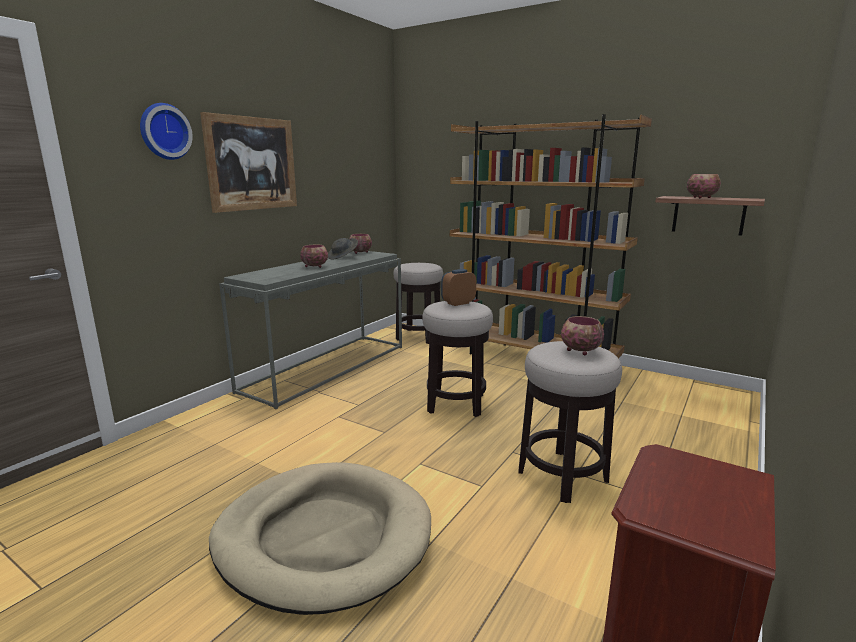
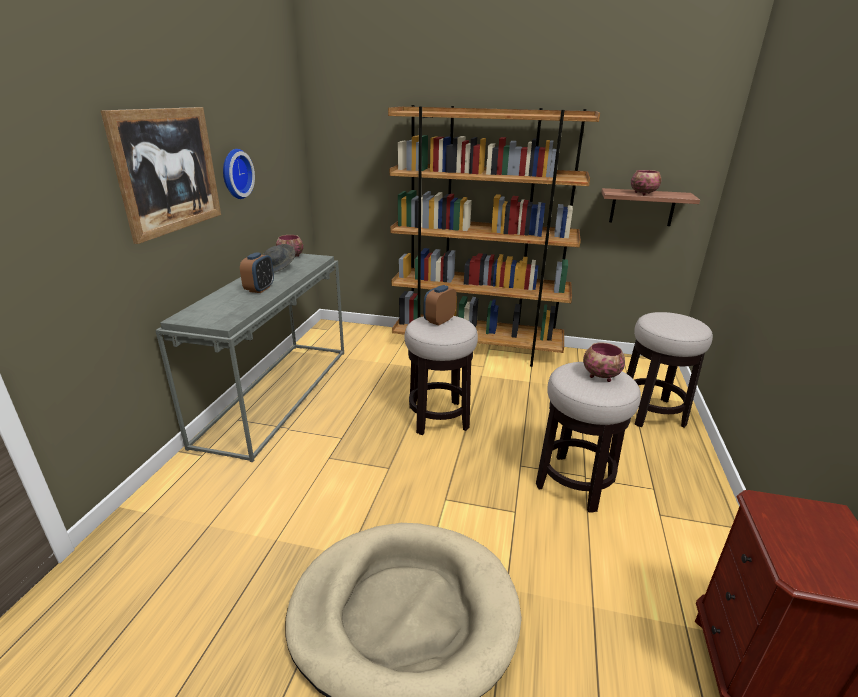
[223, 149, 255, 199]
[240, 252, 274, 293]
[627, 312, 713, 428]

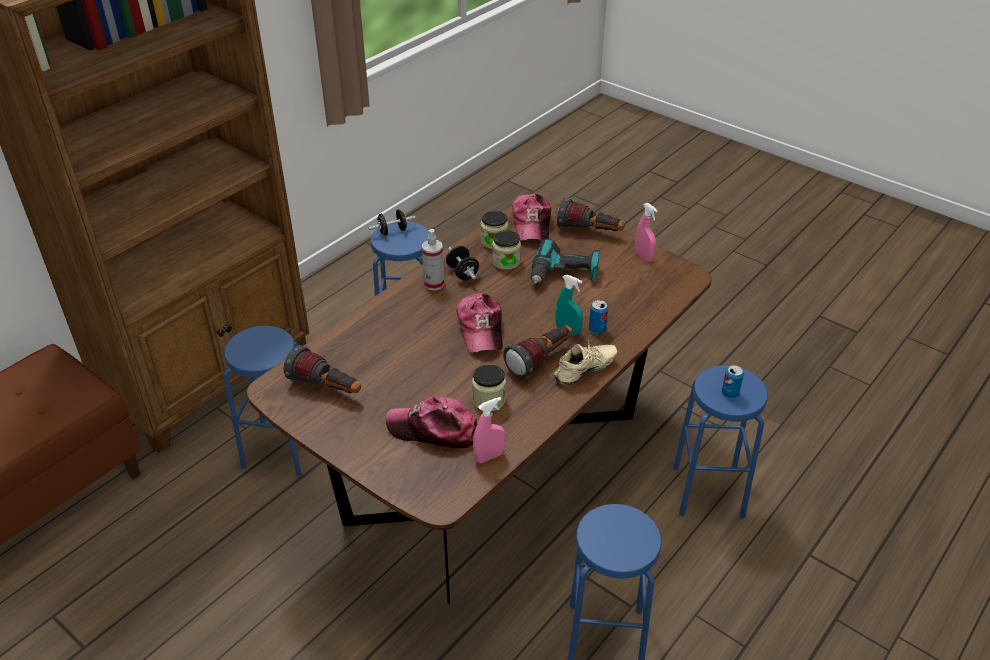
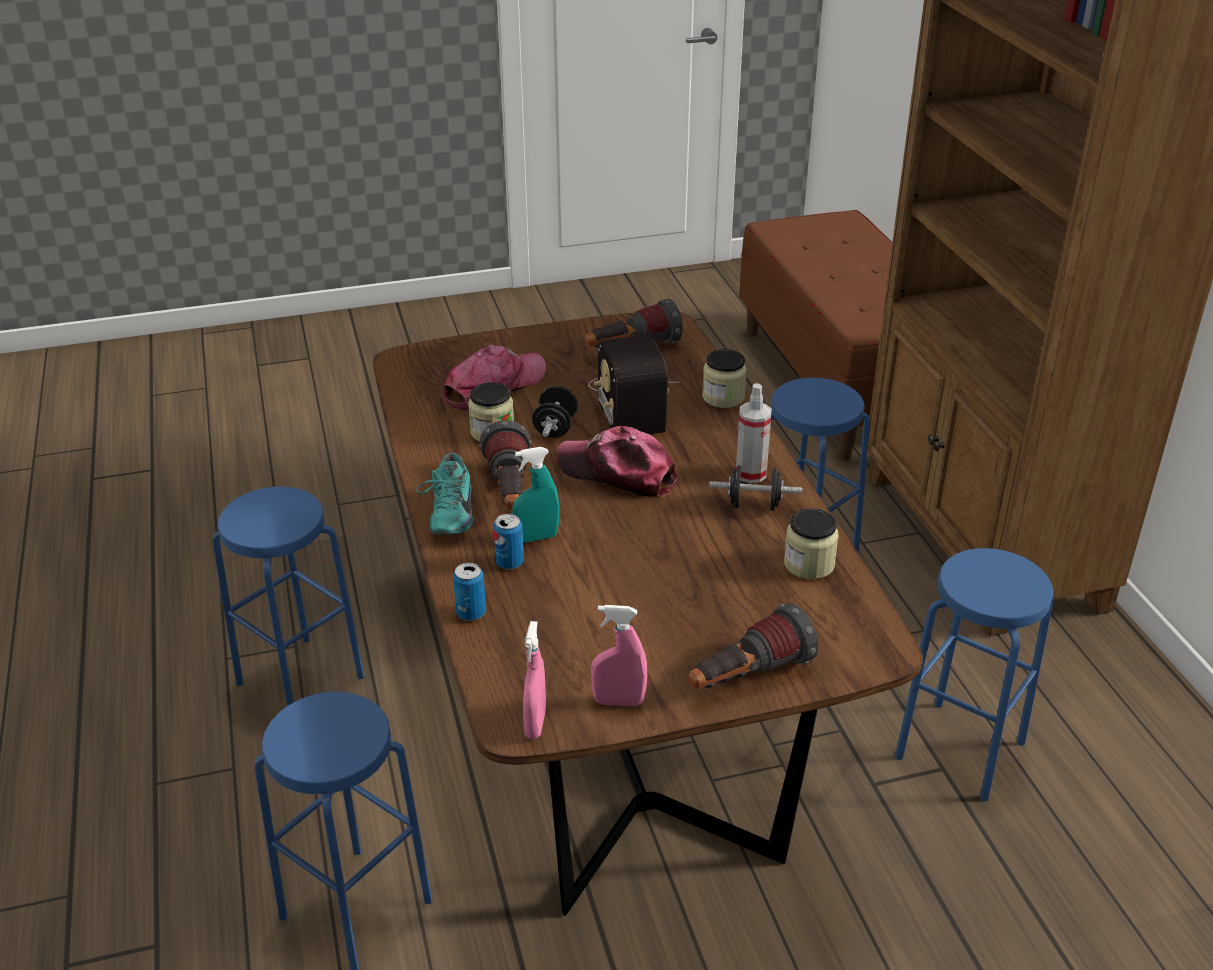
[416, 453, 474, 535]
[453, 563, 486, 621]
[523, 621, 546, 739]
[532, 386, 578, 438]
[588, 335, 680, 434]
[702, 349, 747, 408]
[512, 194, 551, 241] (first image)
[530, 239, 599, 284] (first image)

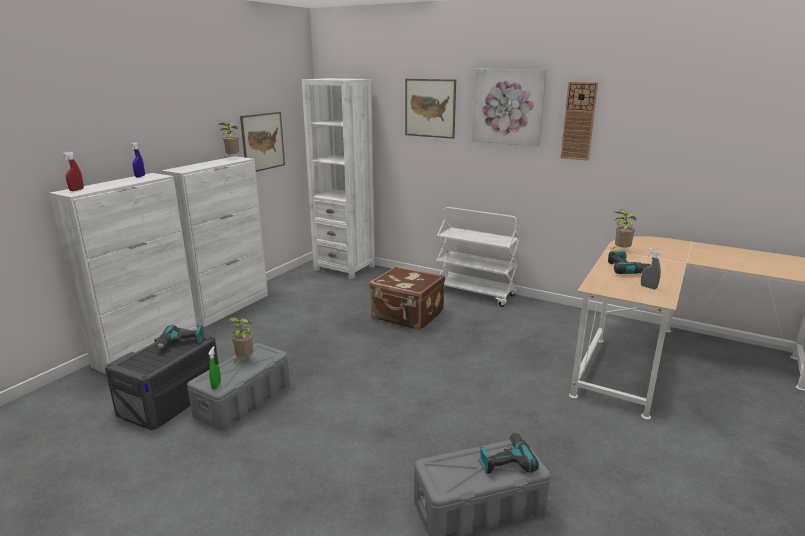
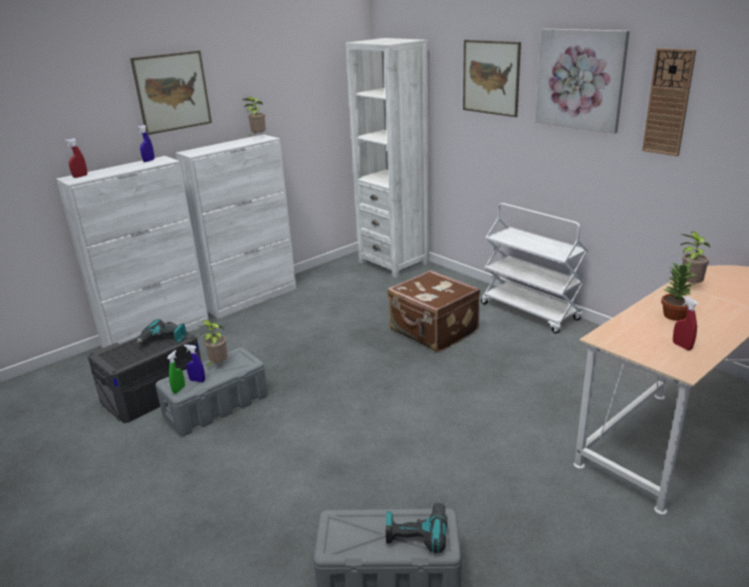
[130, 51, 212, 135]
[184, 345, 205, 382]
[661, 262, 697, 321]
[673, 296, 698, 350]

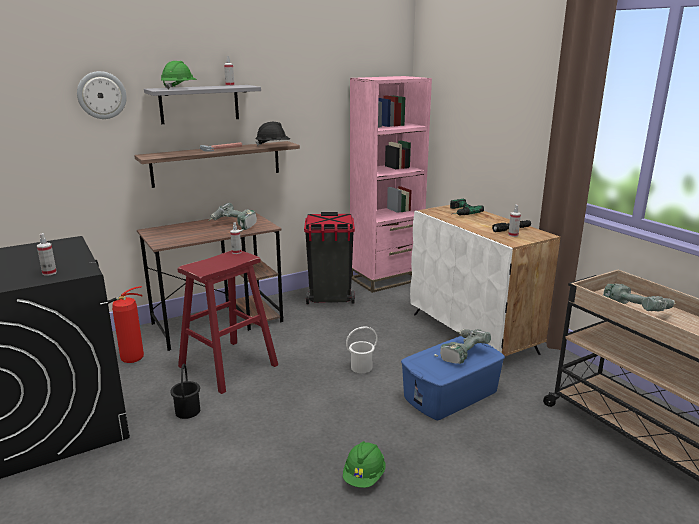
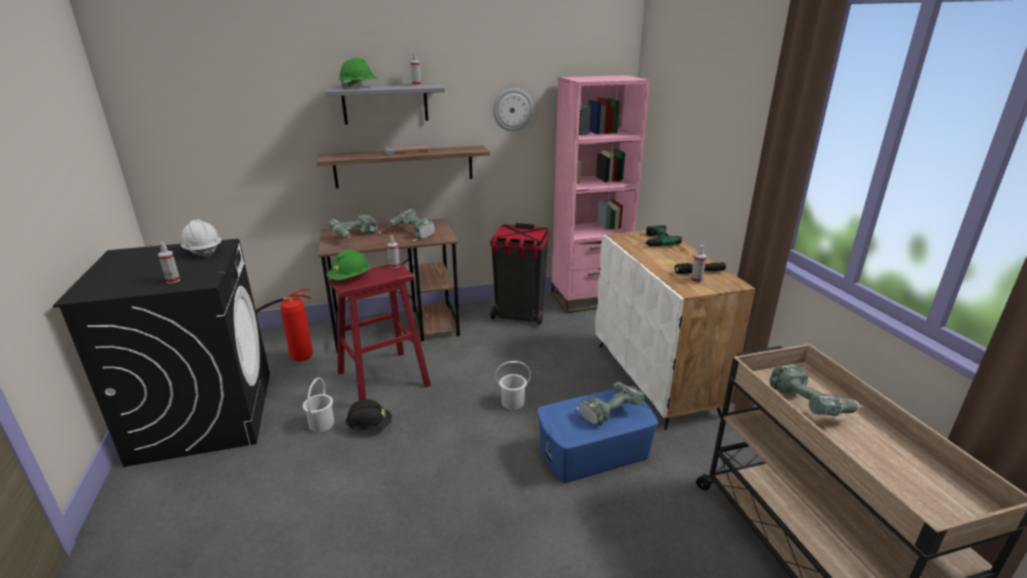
[181, 220, 221, 258]
[303, 377, 334, 432]
[326, 249, 369, 280]
[328, 214, 382, 239]
[345, 399, 392, 431]
[493, 88, 533, 131]

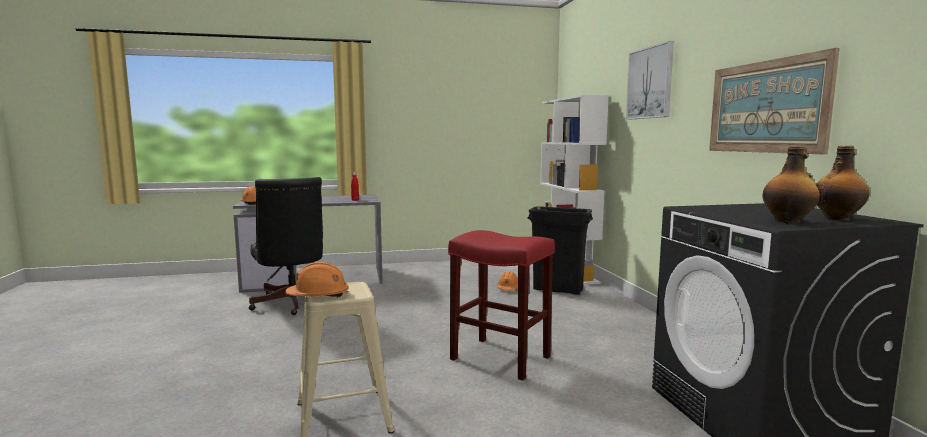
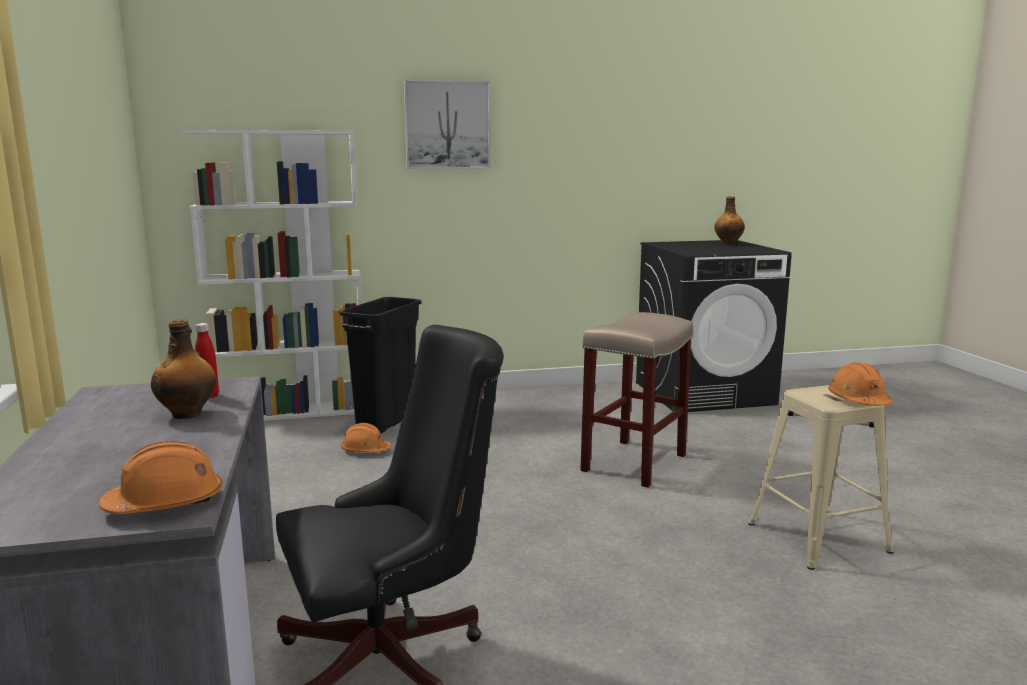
[151, 319, 216, 419]
[581, 312, 693, 488]
[709, 48, 840, 155] (first image)

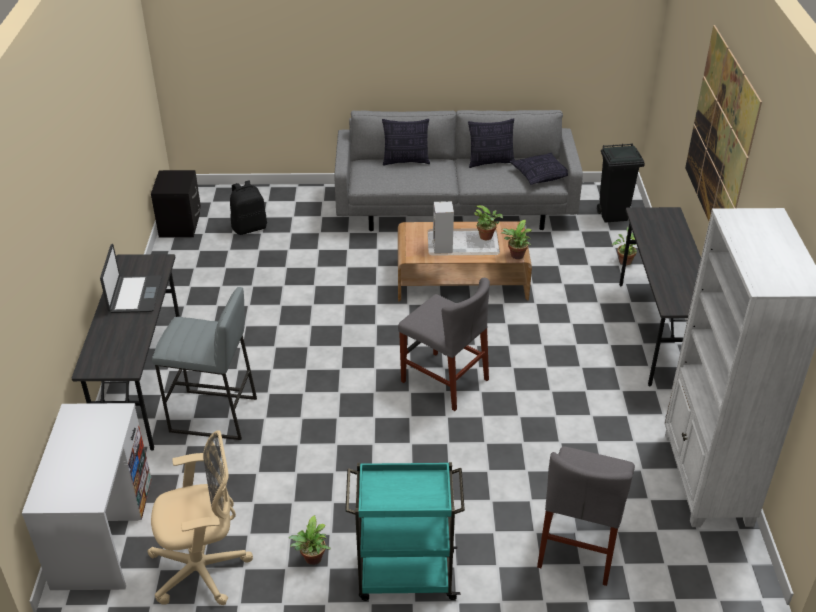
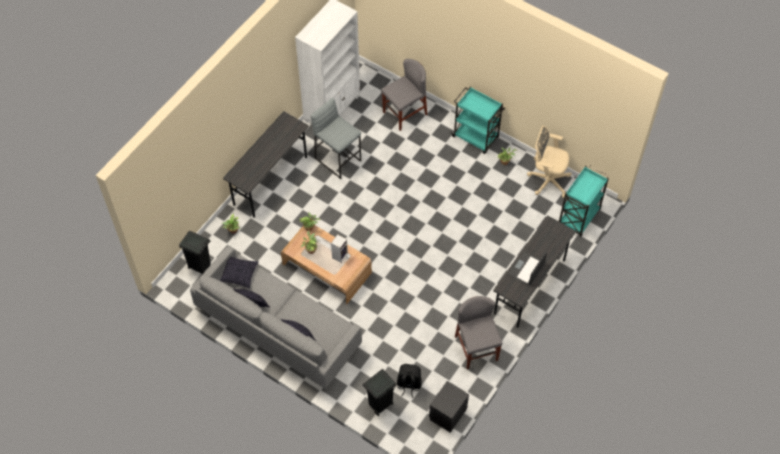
[311, 98, 361, 179]
[363, 369, 396, 416]
[455, 296, 502, 369]
[559, 165, 609, 237]
[685, 25, 762, 221] (first image)

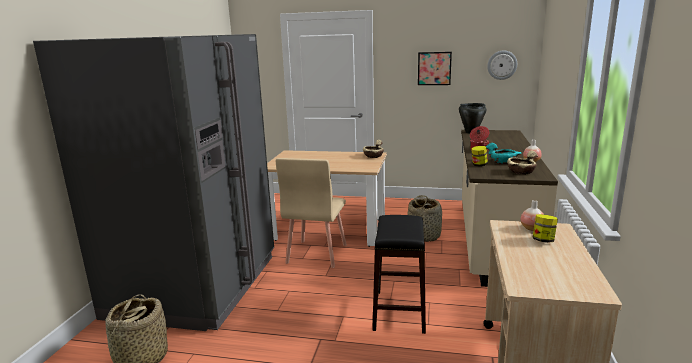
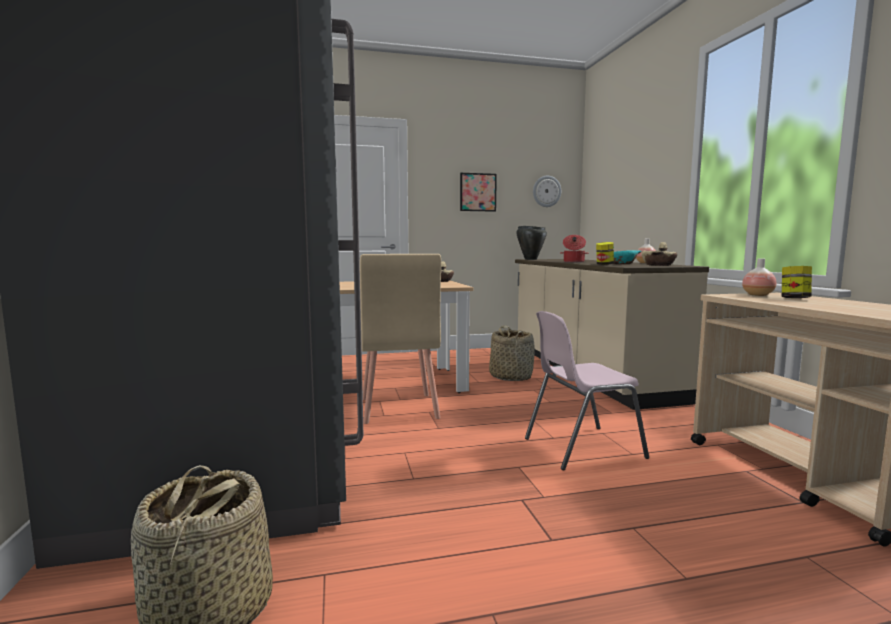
[525, 311, 649, 471]

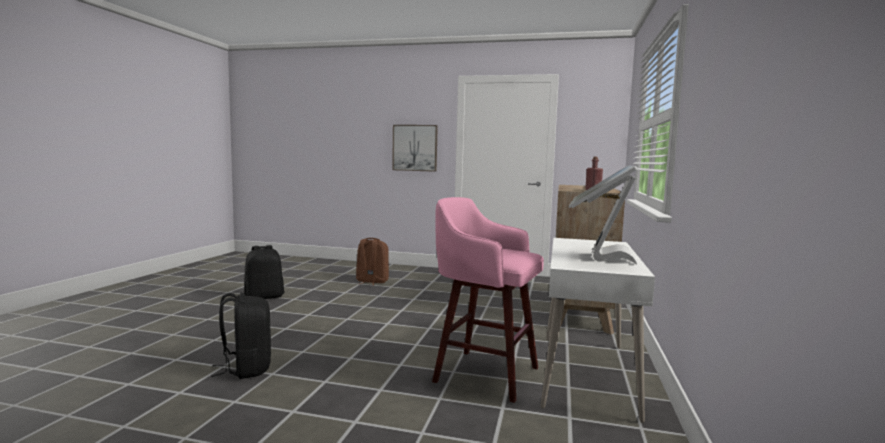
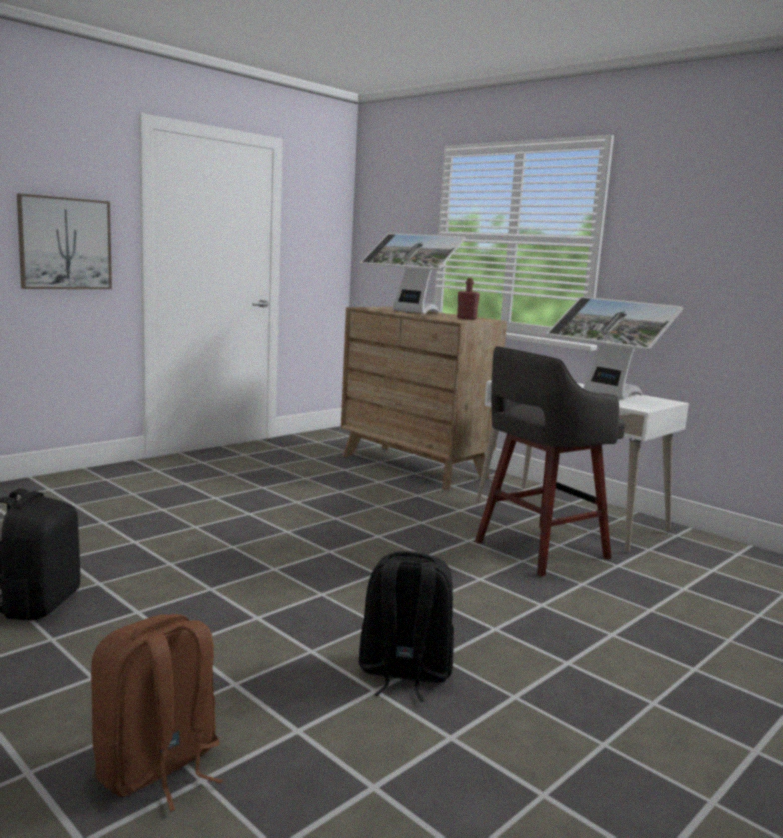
[91, 614, 223, 812]
[360, 233, 466, 314]
[475, 346, 625, 577]

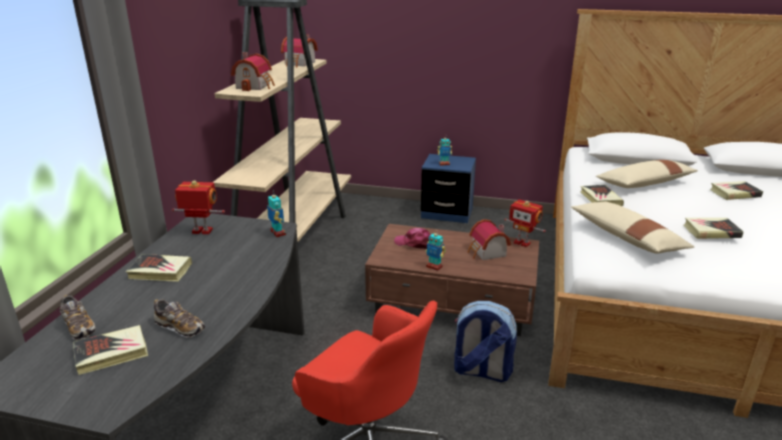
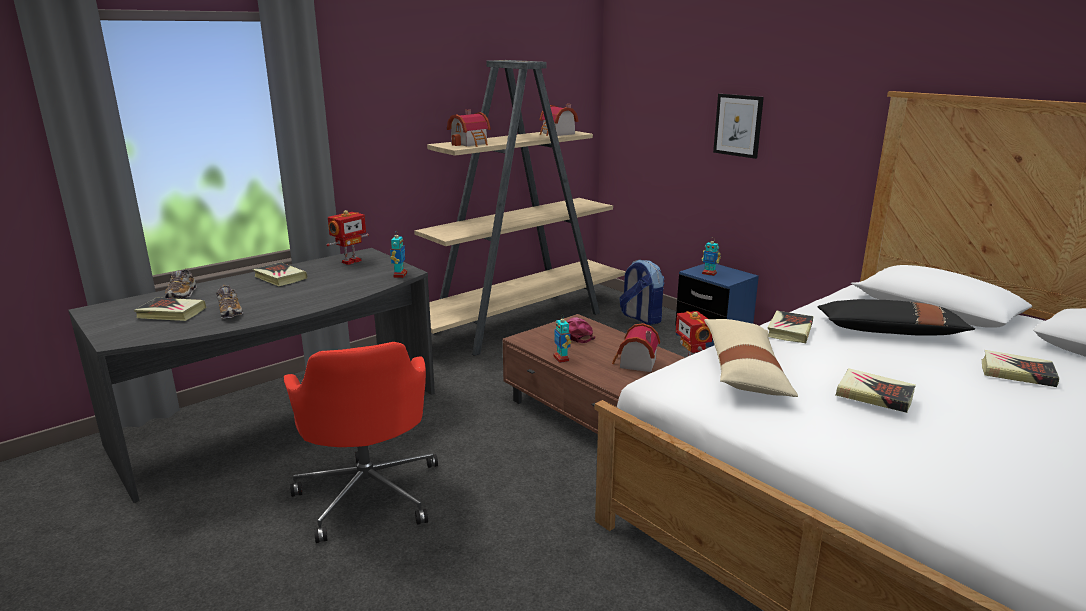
[327, 210, 369, 265]
[619, 259, 664, 325]
[713, 94, 764, 159]
[817, 299, 975, 336]

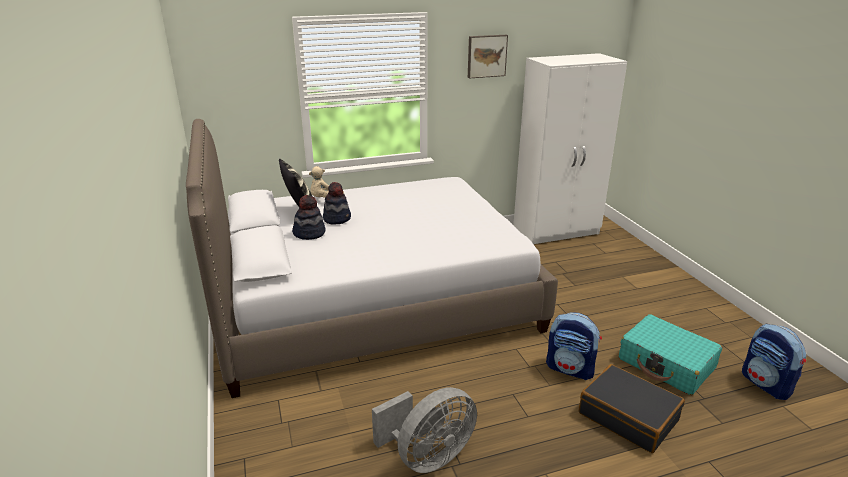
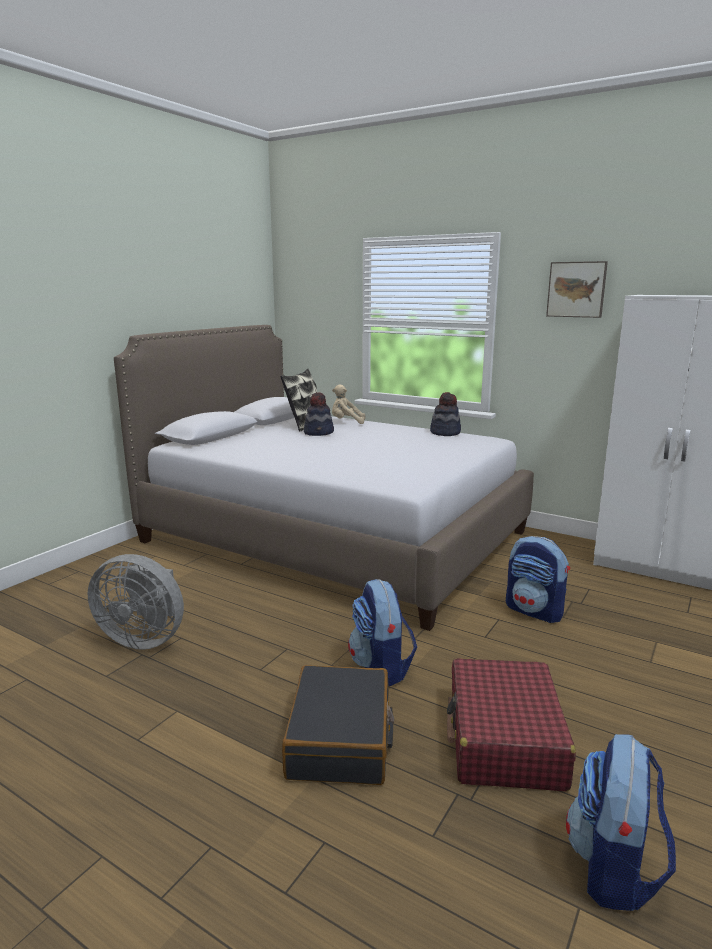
[430, 392, 461, 436]
[447, 658, 576, 791]
[506, 536, 570, 623]

